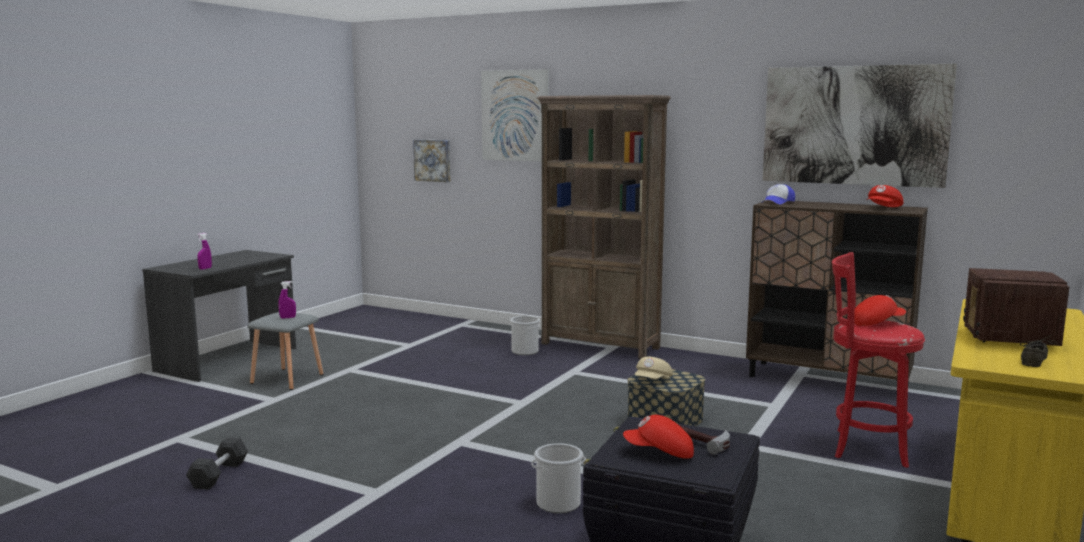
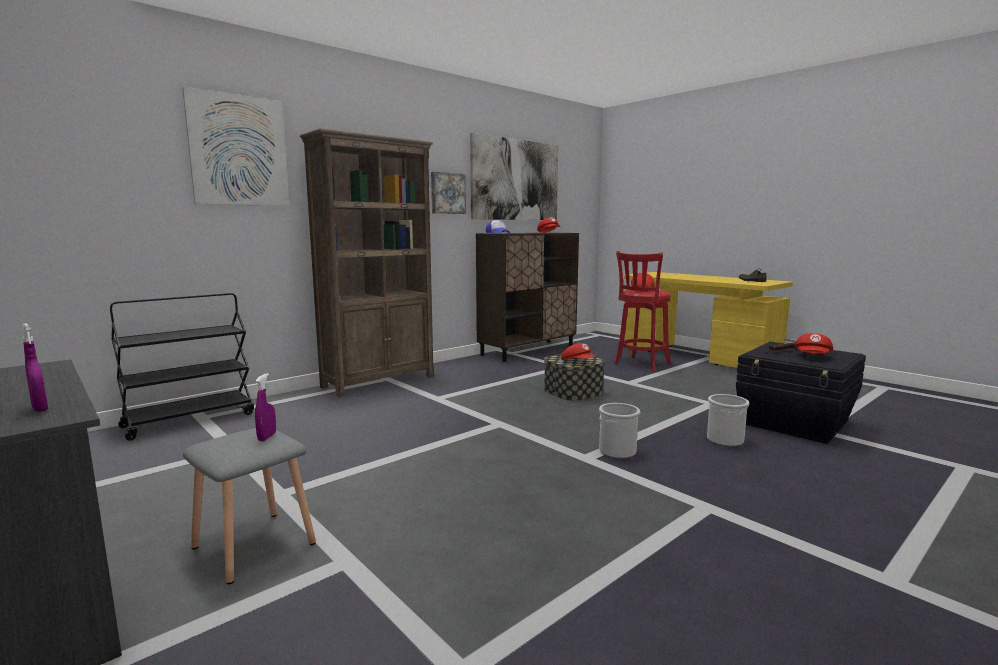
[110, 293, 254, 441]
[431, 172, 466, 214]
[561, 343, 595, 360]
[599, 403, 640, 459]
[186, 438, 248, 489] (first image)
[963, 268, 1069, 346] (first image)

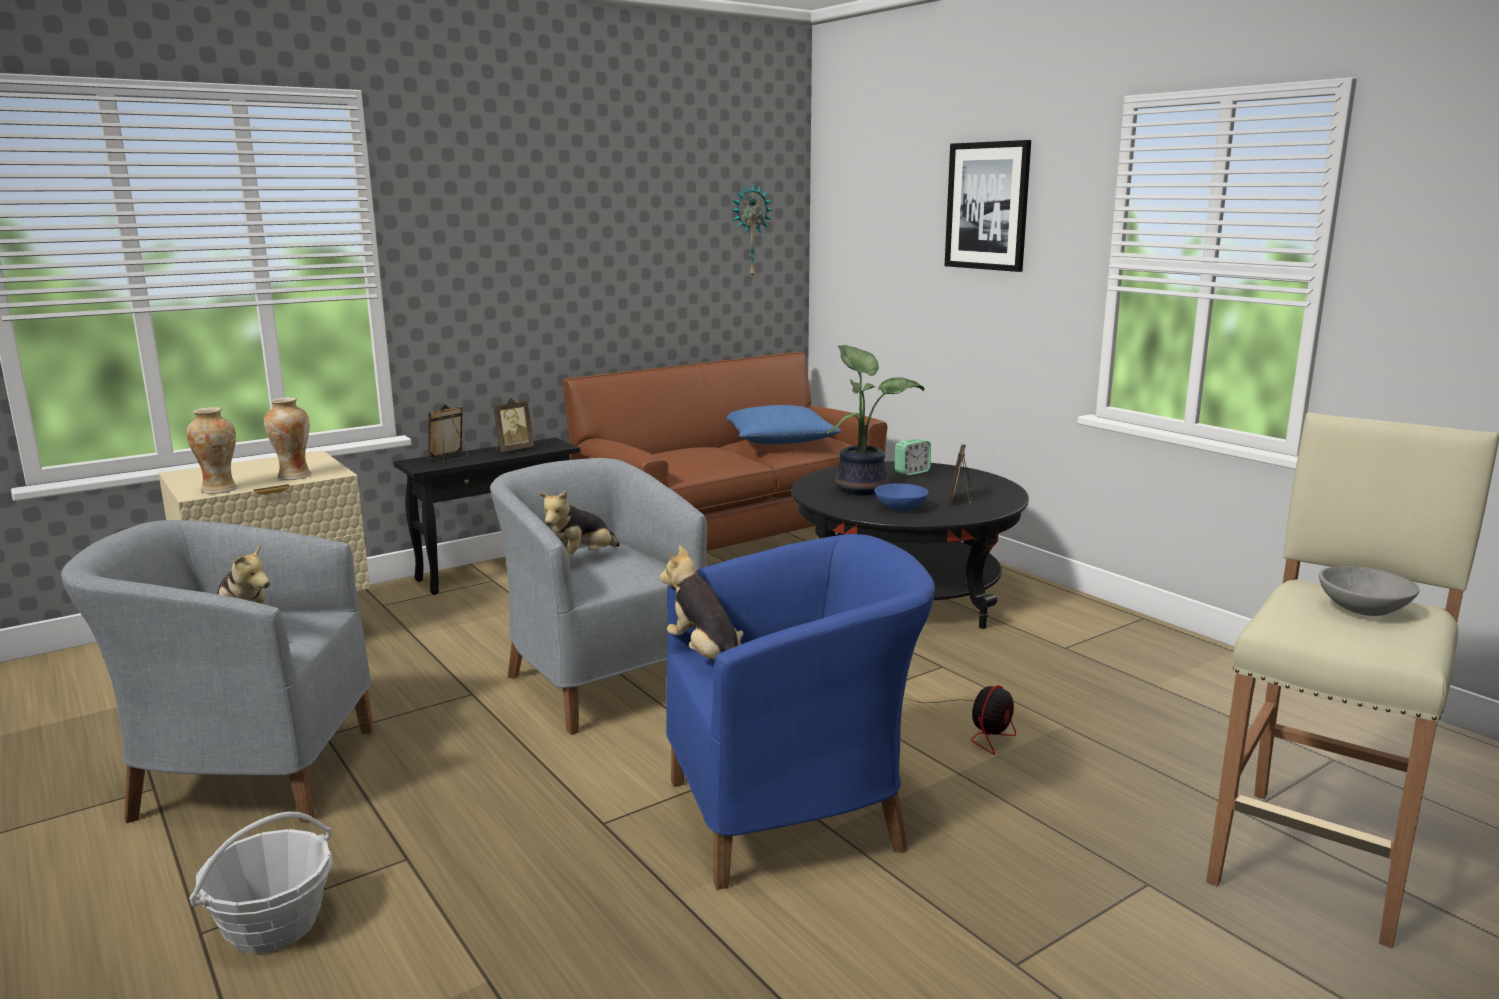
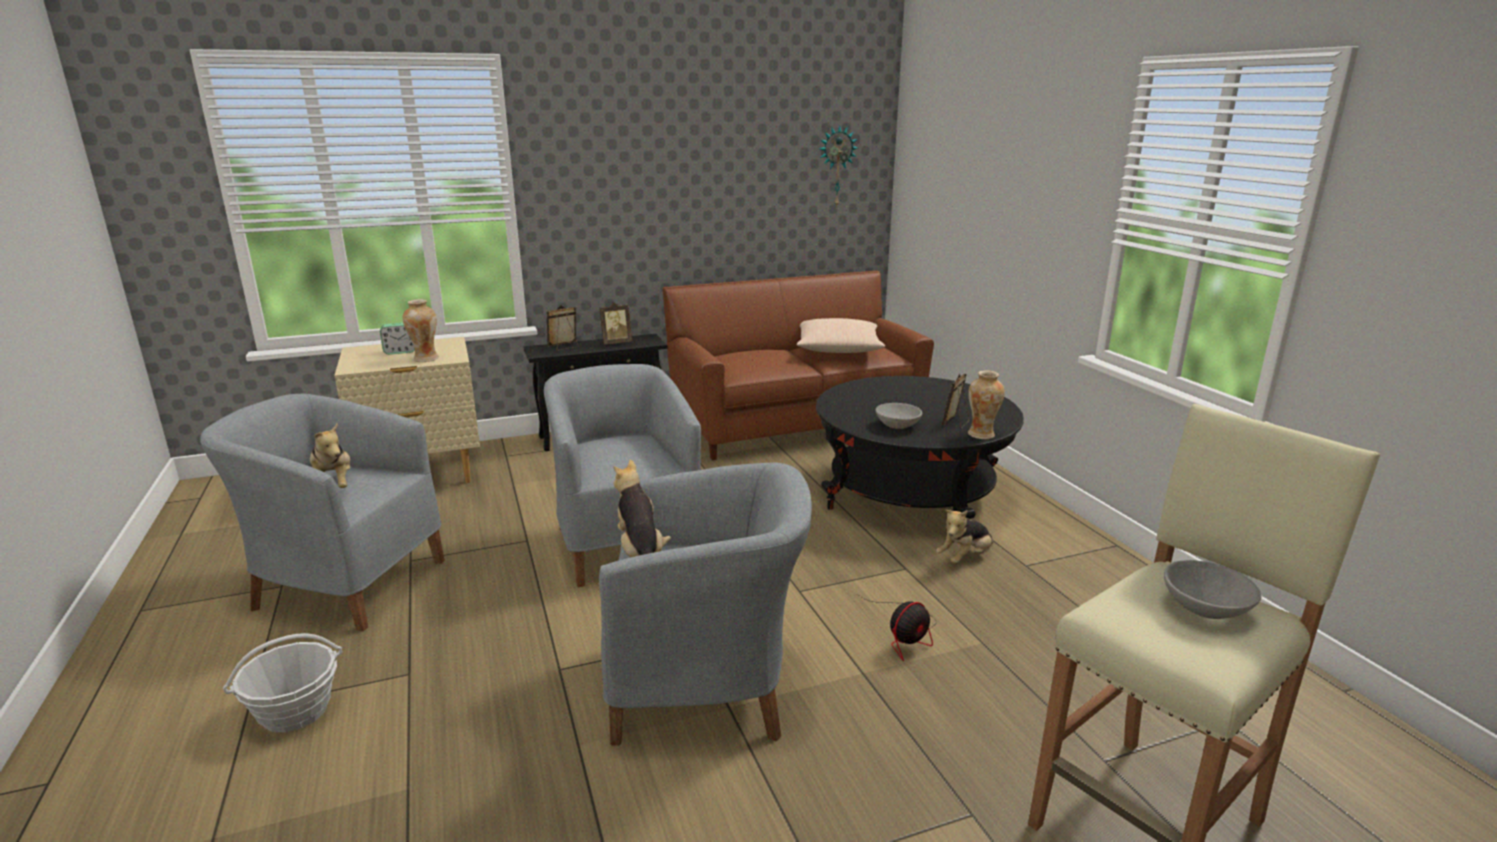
[380, 323, 415, 354]
[599, 462, 812, 745]
[797, 318, 886, 353]
[875, 403, 922, 429]
[936, 510, 993, 564]
[968, 370, 1005, 439]
[827, 345, 925, 495] (first image)
[945, 140, 1031, 272] (first image)

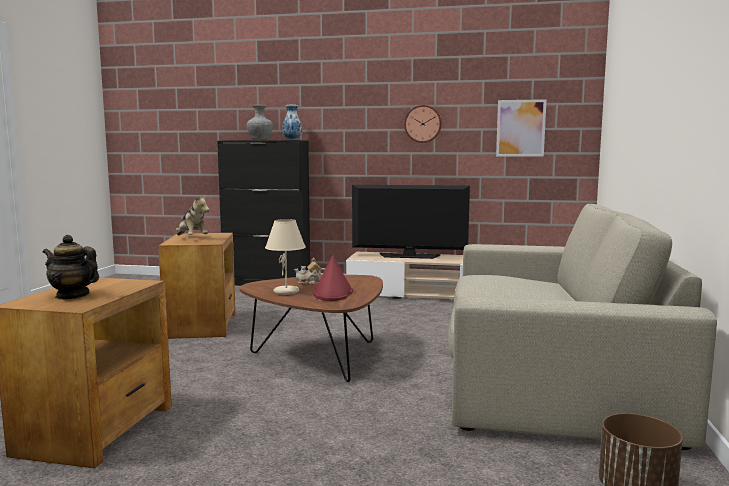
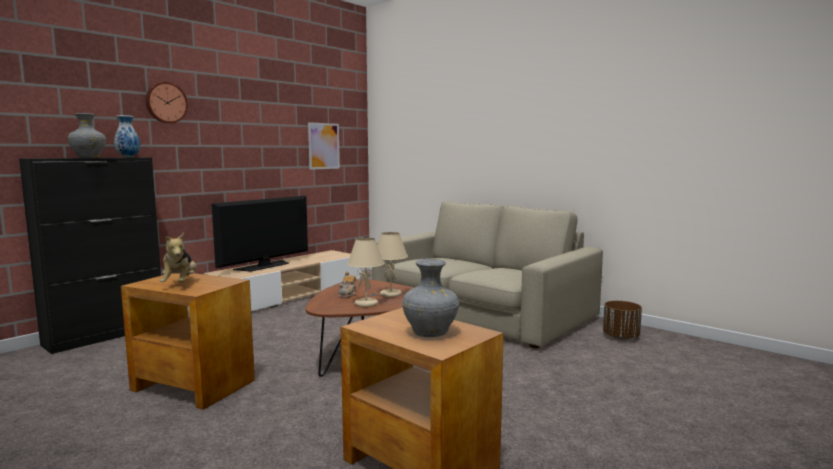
[145, 82, 188, 123]
[160, 233, 196, 283]
[377, 232, 408, 297]
[402, 259, 459, 337]

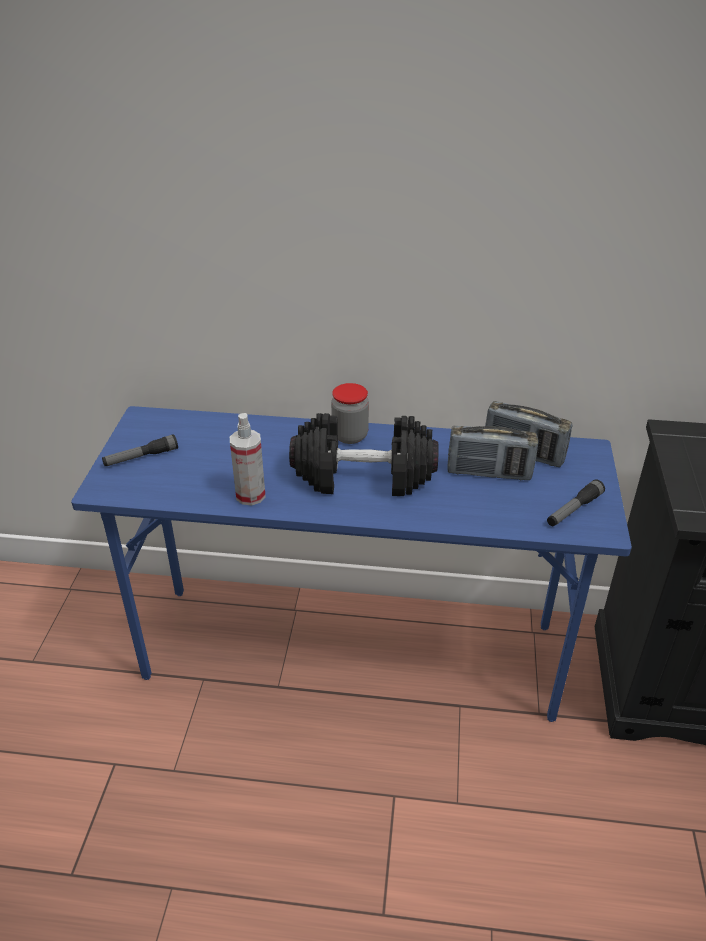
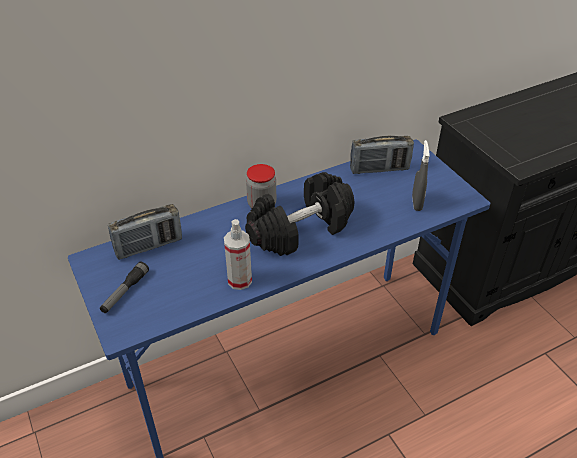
[108, 204, 182, 260]
[412, 140, 430, 211]
[547, 479, 605, 526] (first image)

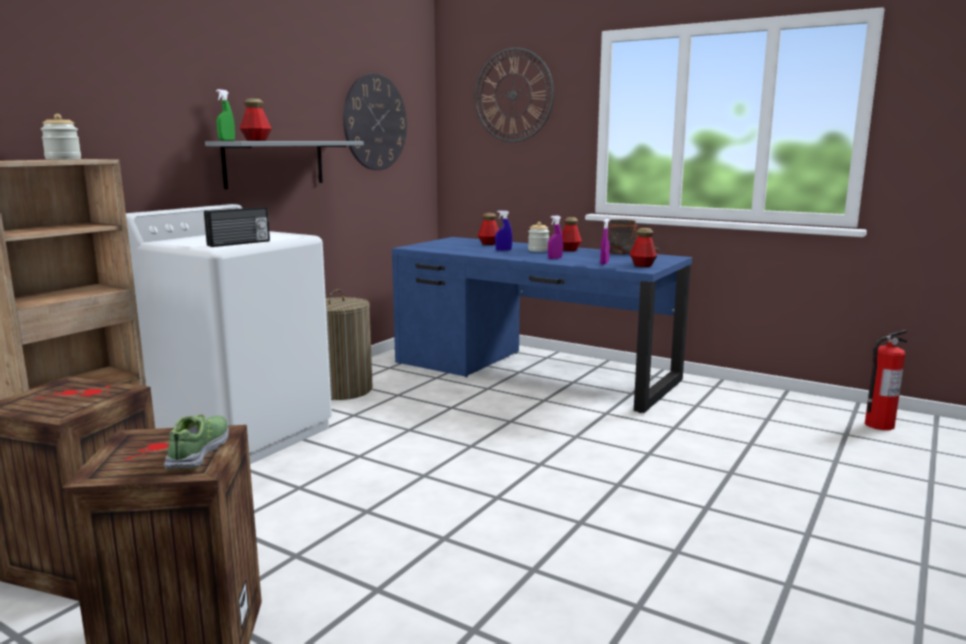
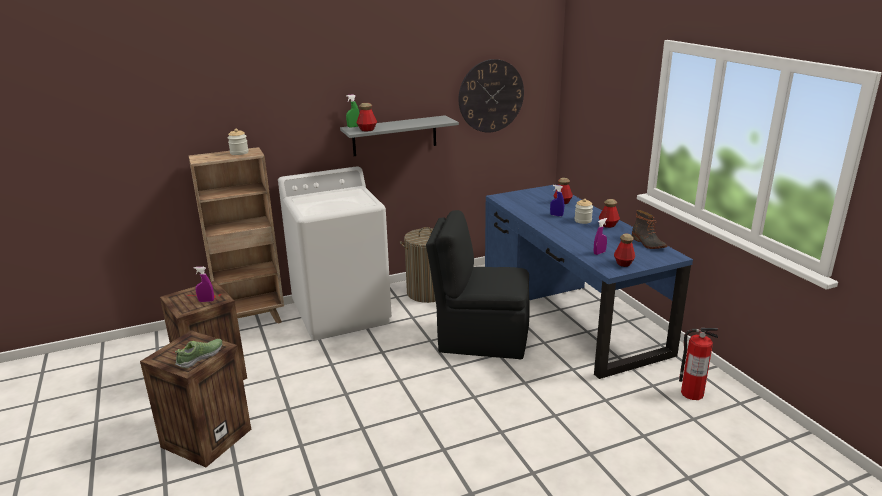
[194, 267, 214, 302]
[426, 210, 530, 359]
[679, 328, 718, 400]
[204, 207, 270, 247] (first image)
[475, 47, 554, 142] (first image)

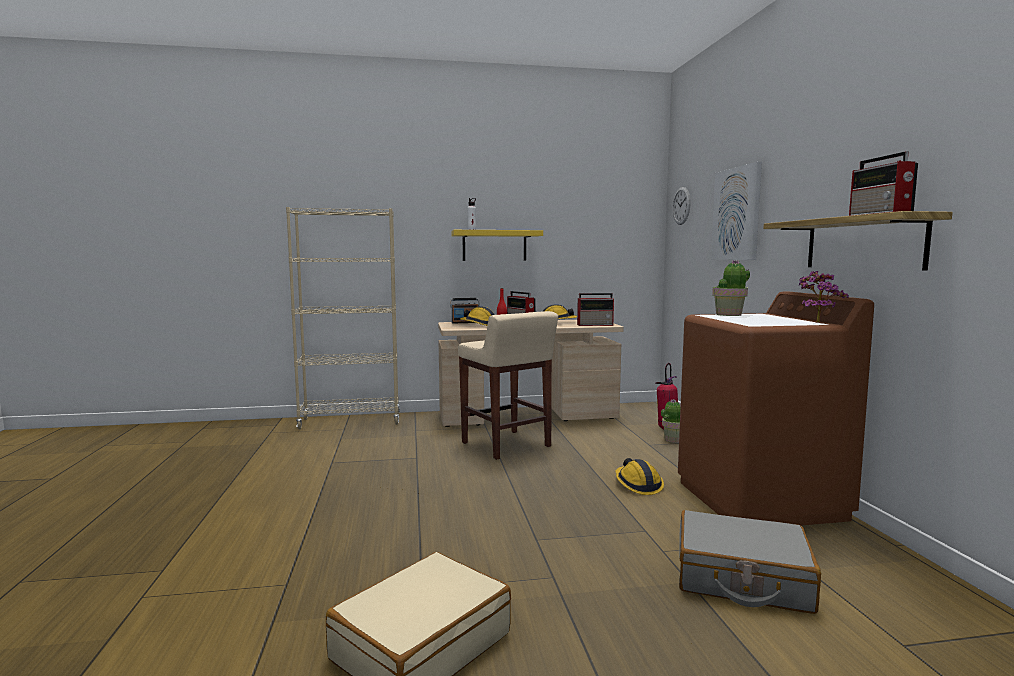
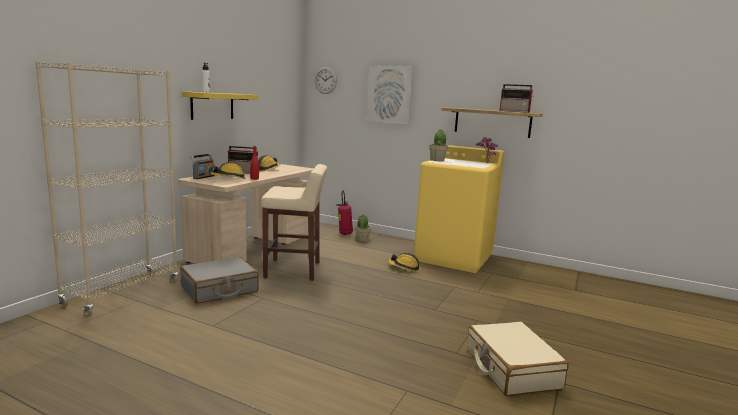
[180, 257, 259, 304]
[414, 145, 504, 273]
[577, 293, 614, 326] (first image)

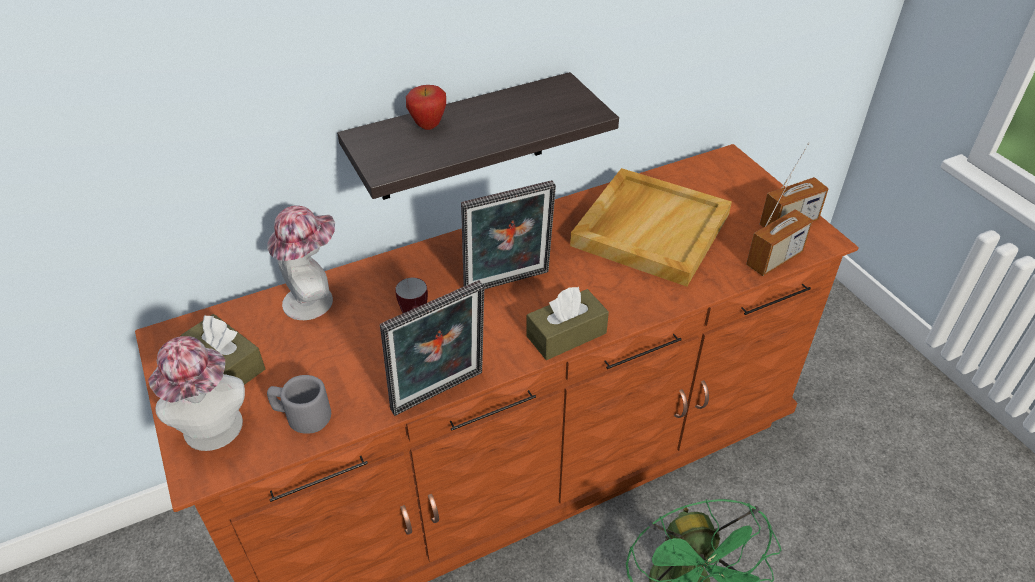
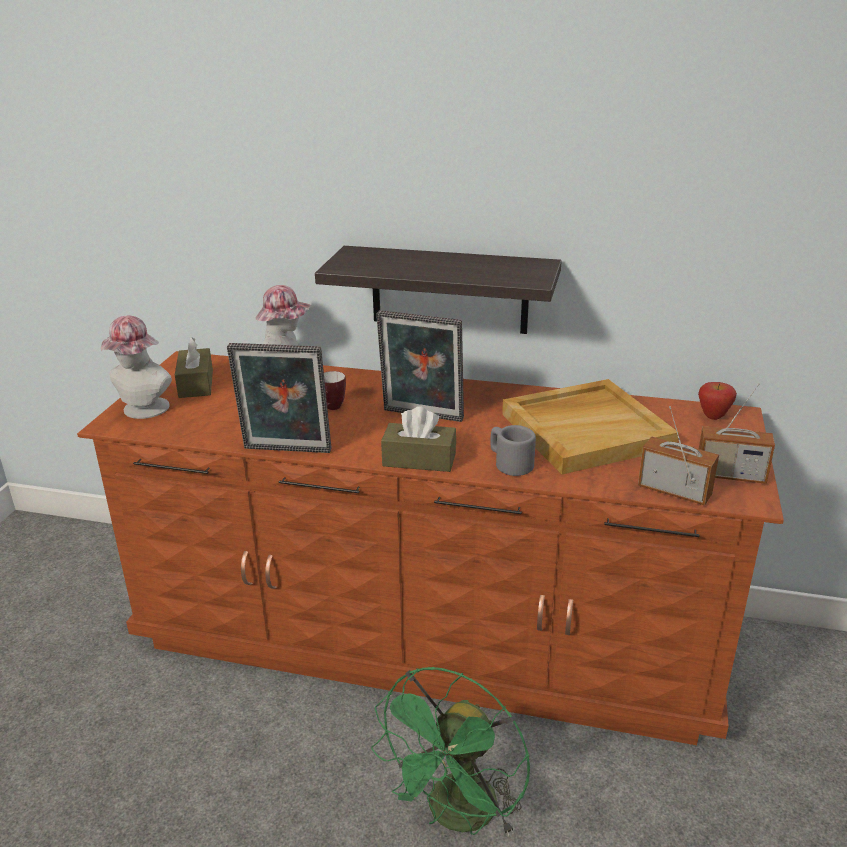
[491, 425, 536, 476]
[638, 406, 719, 506]
[698, 382, 737, 420]

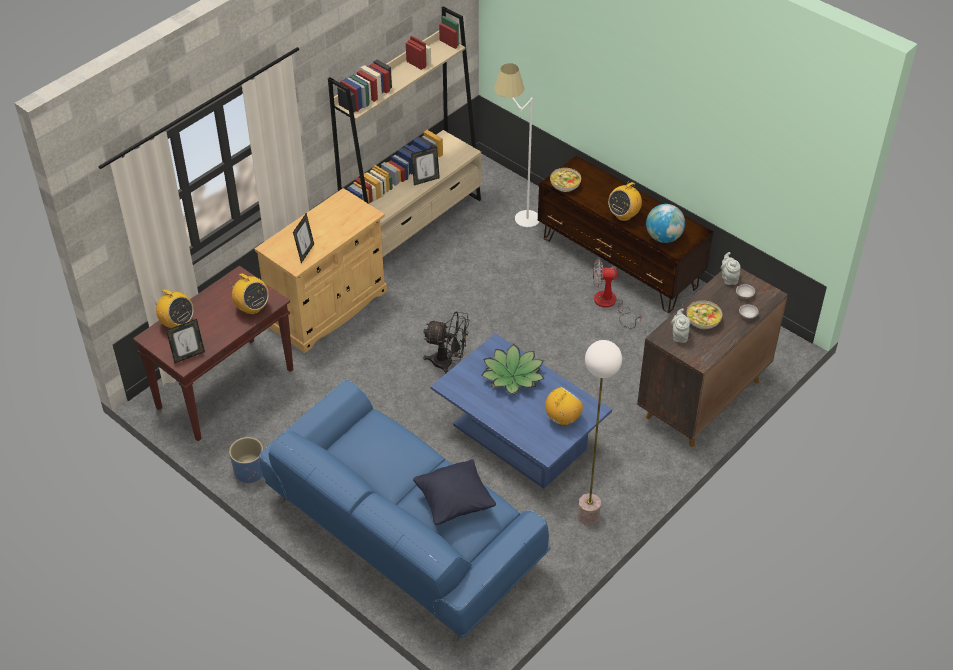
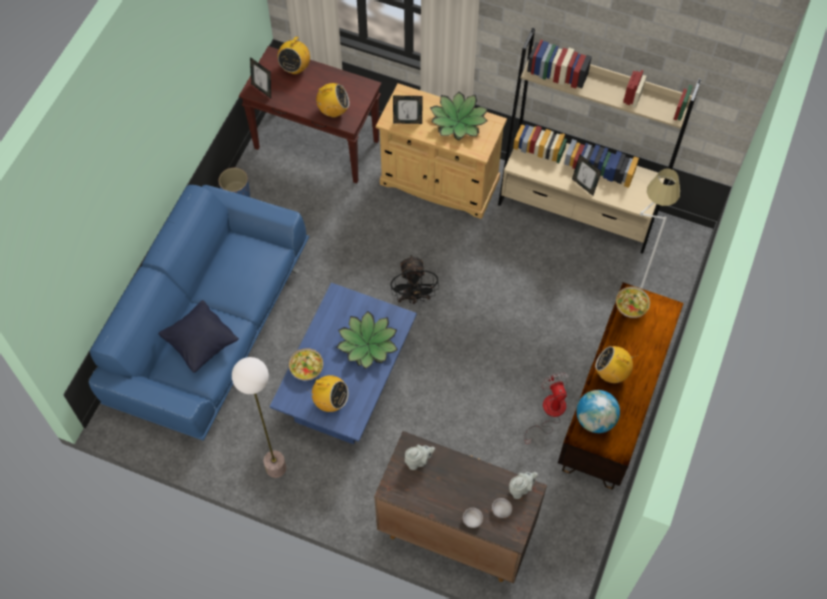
[289, 348, 323, 381]
[315, 83, 349, 117]
[430, 91, 488, 141]

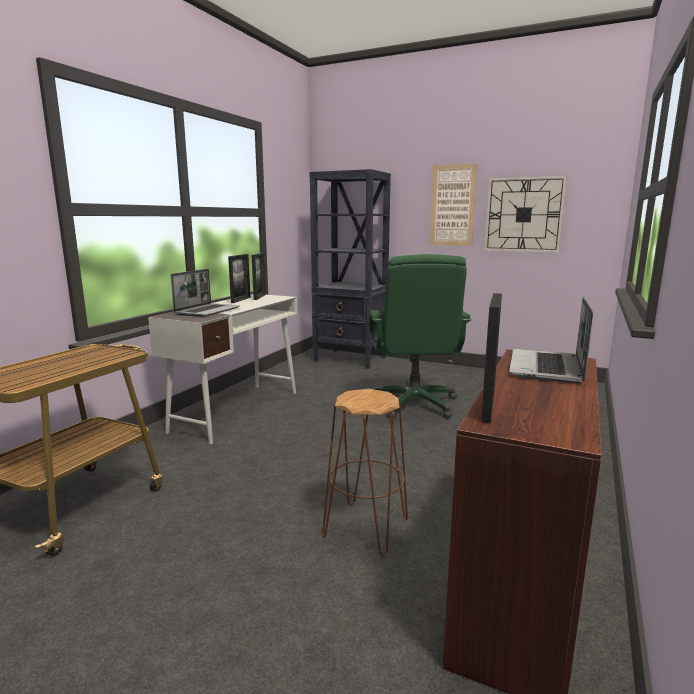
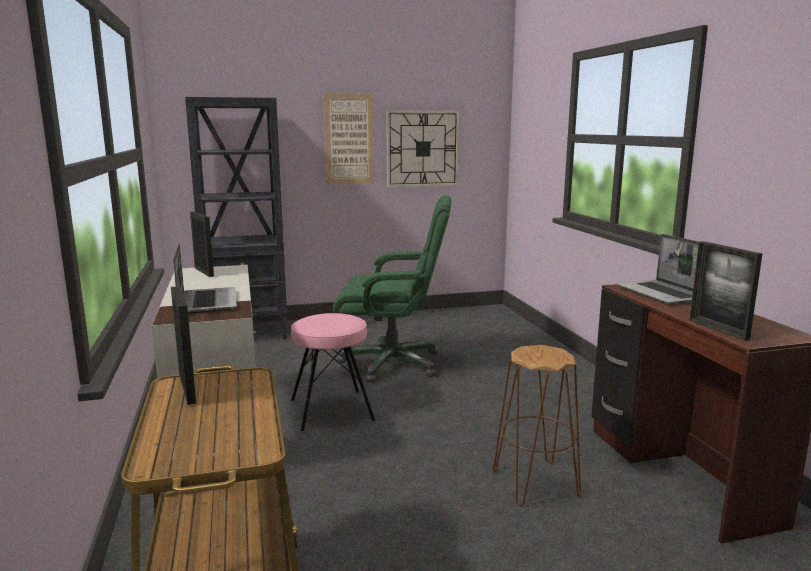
[171, 286, 196, 405]
[291, 313, 375, 431]
[333, 195, 451, 383]

